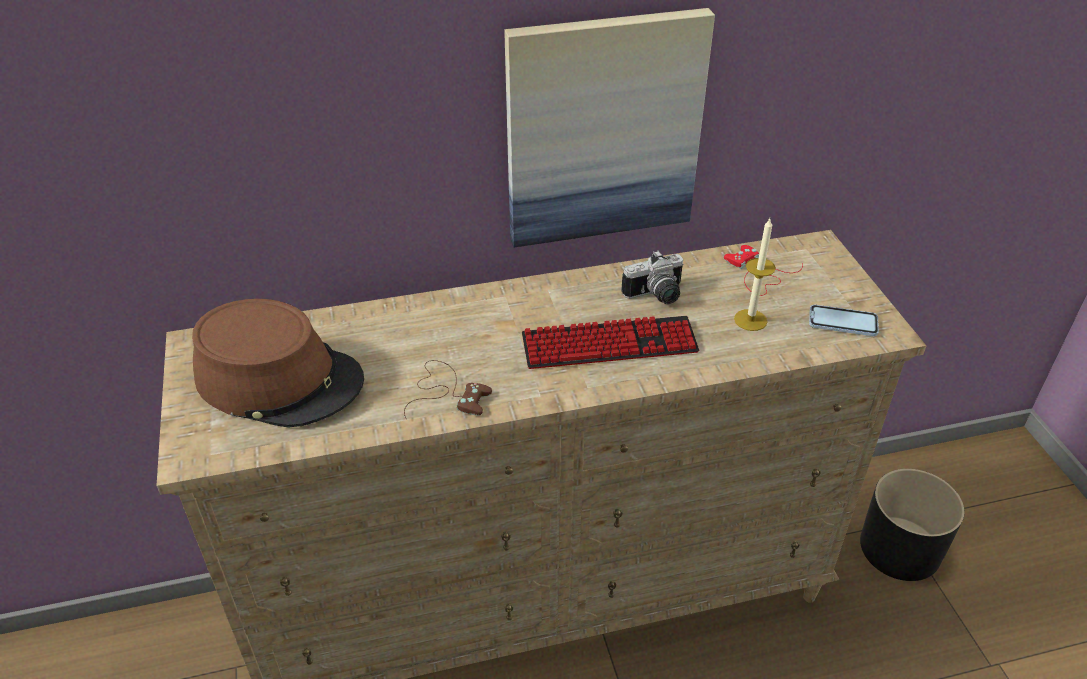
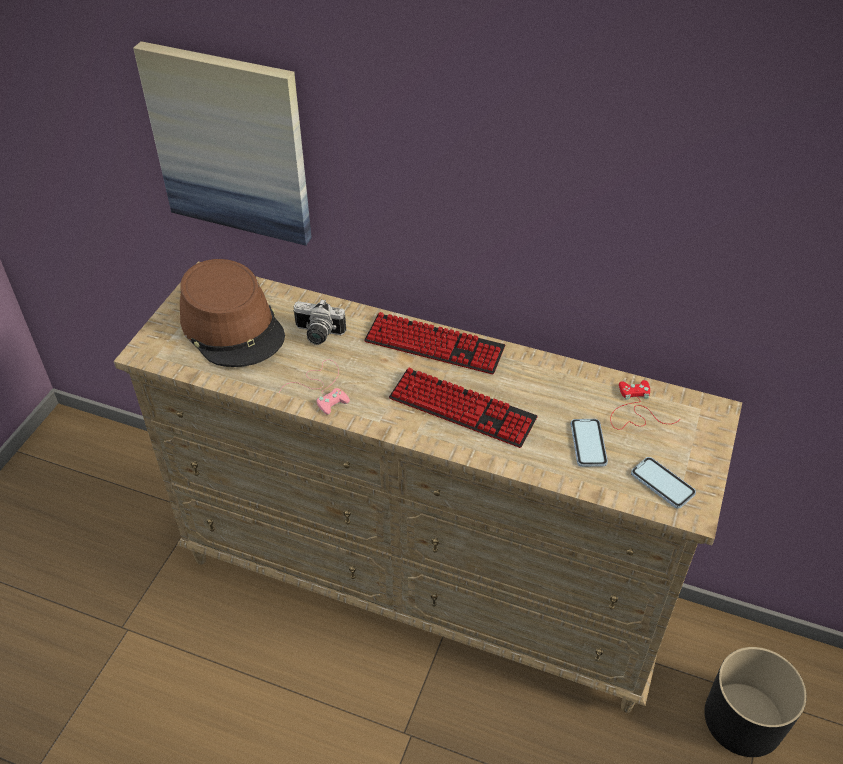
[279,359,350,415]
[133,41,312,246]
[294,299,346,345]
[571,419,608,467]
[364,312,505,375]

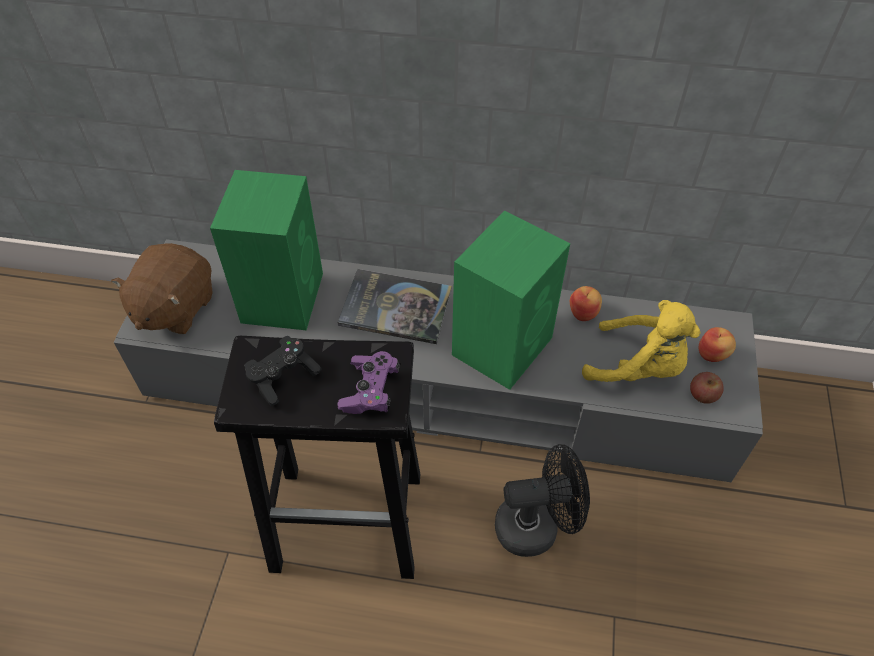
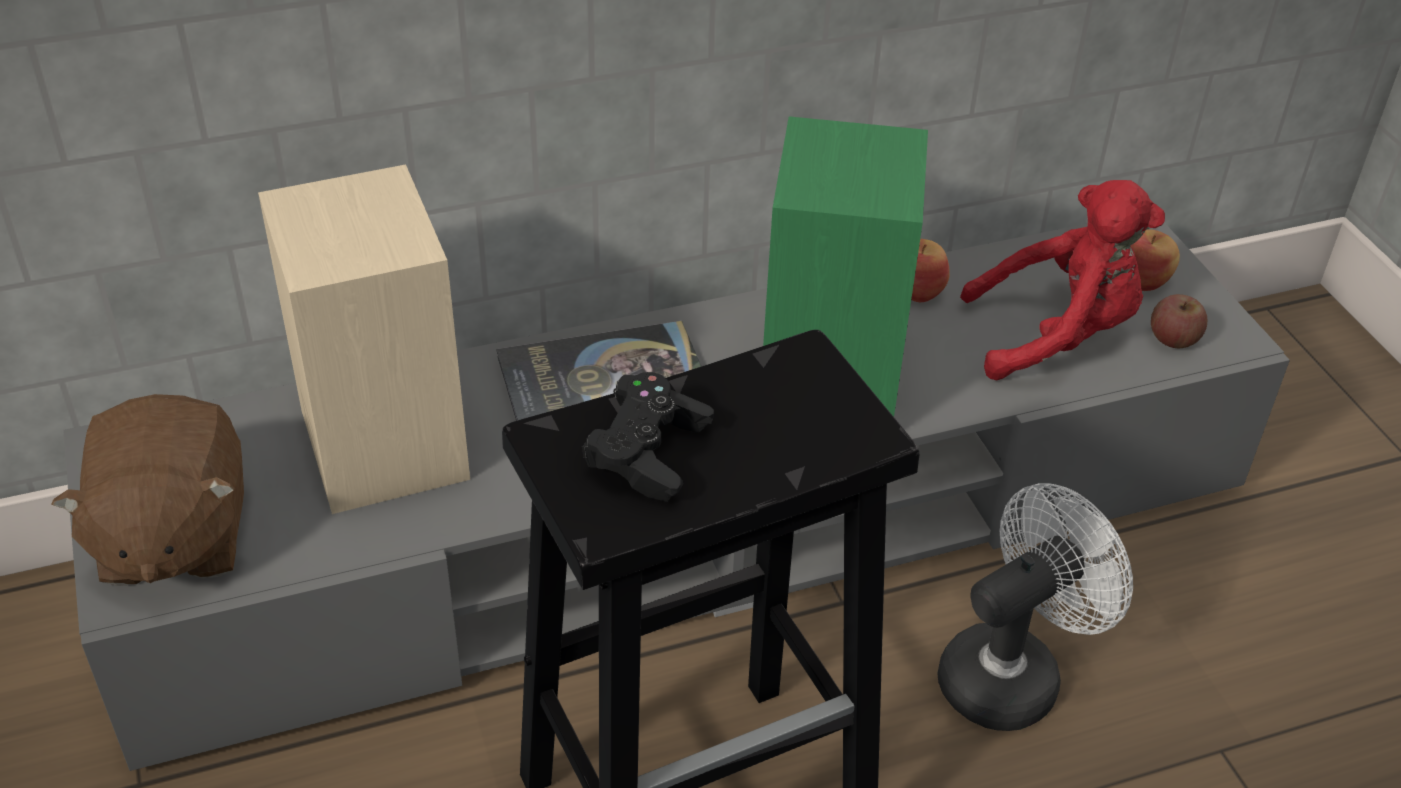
[258,164,470,514]
[337,351,401,414] (first image)
[937,483,1133,731]
[960,180,1165,380]

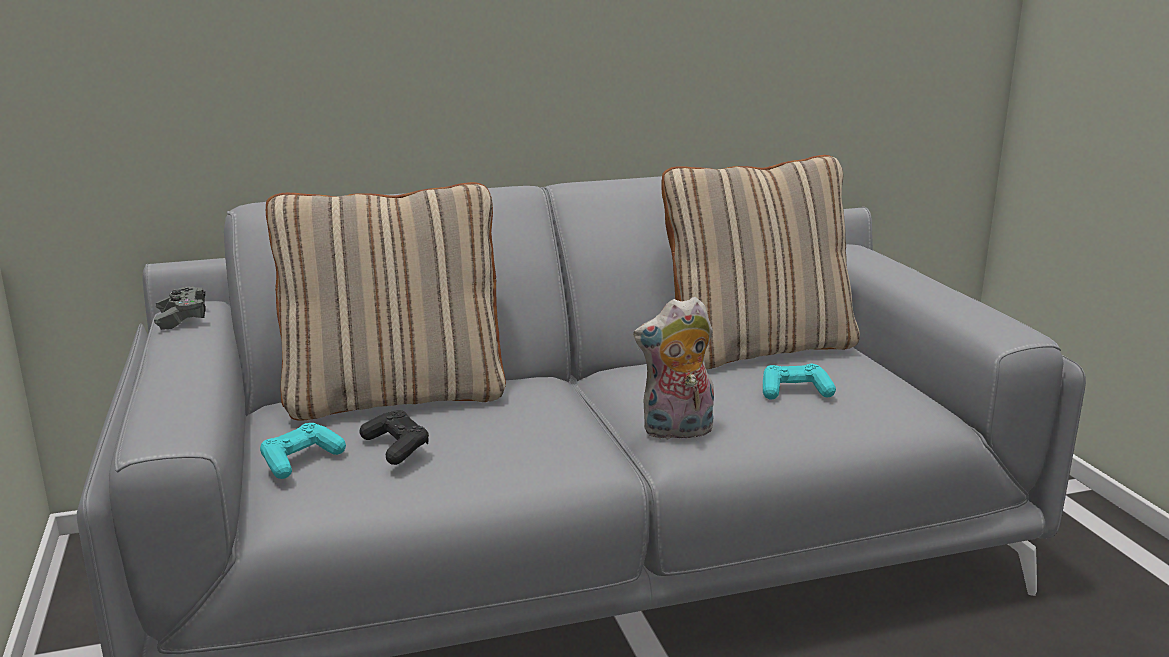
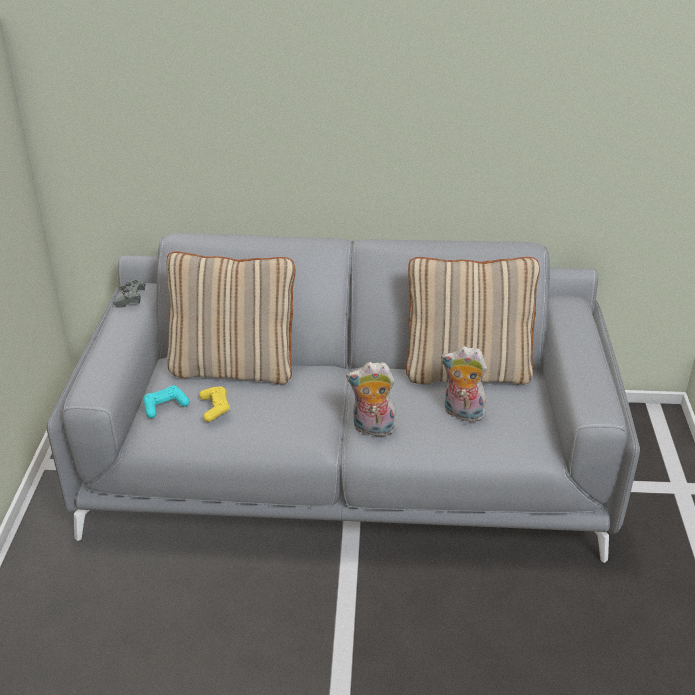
[199,386,230,422]
[441,346,487,424]

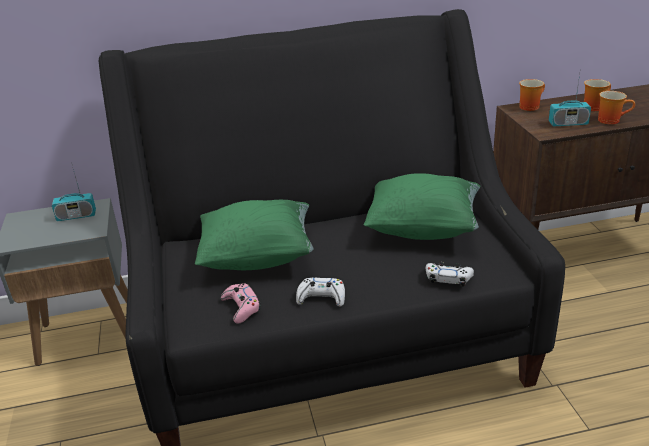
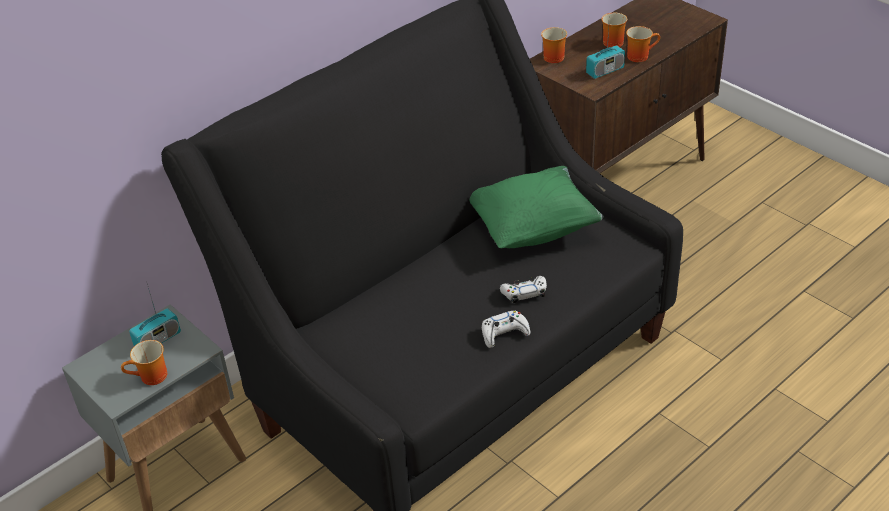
[195,200,314,270] (first image)
[221,283,261,324] (first image)
[500,276,547,303]
[121,340,167,385]

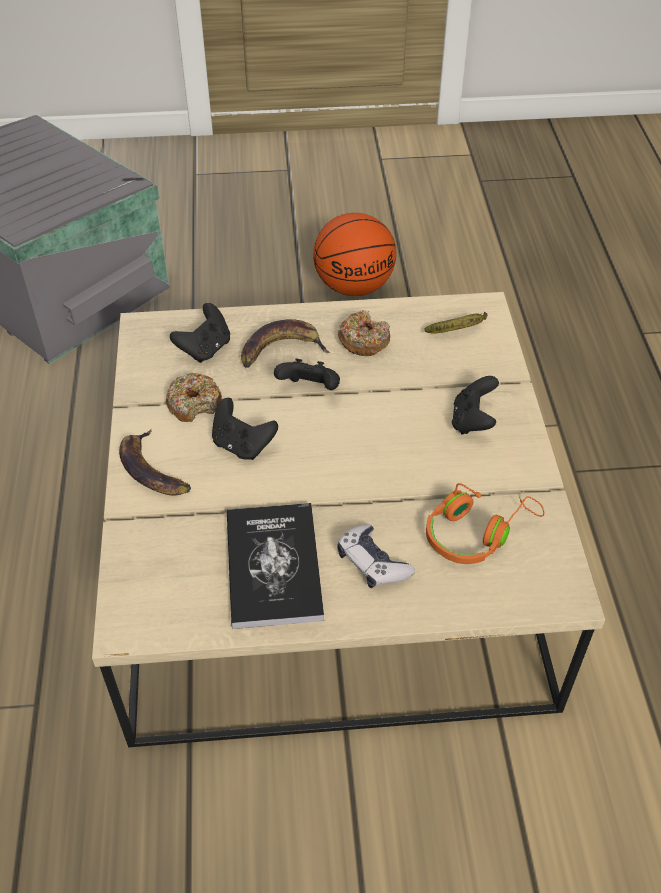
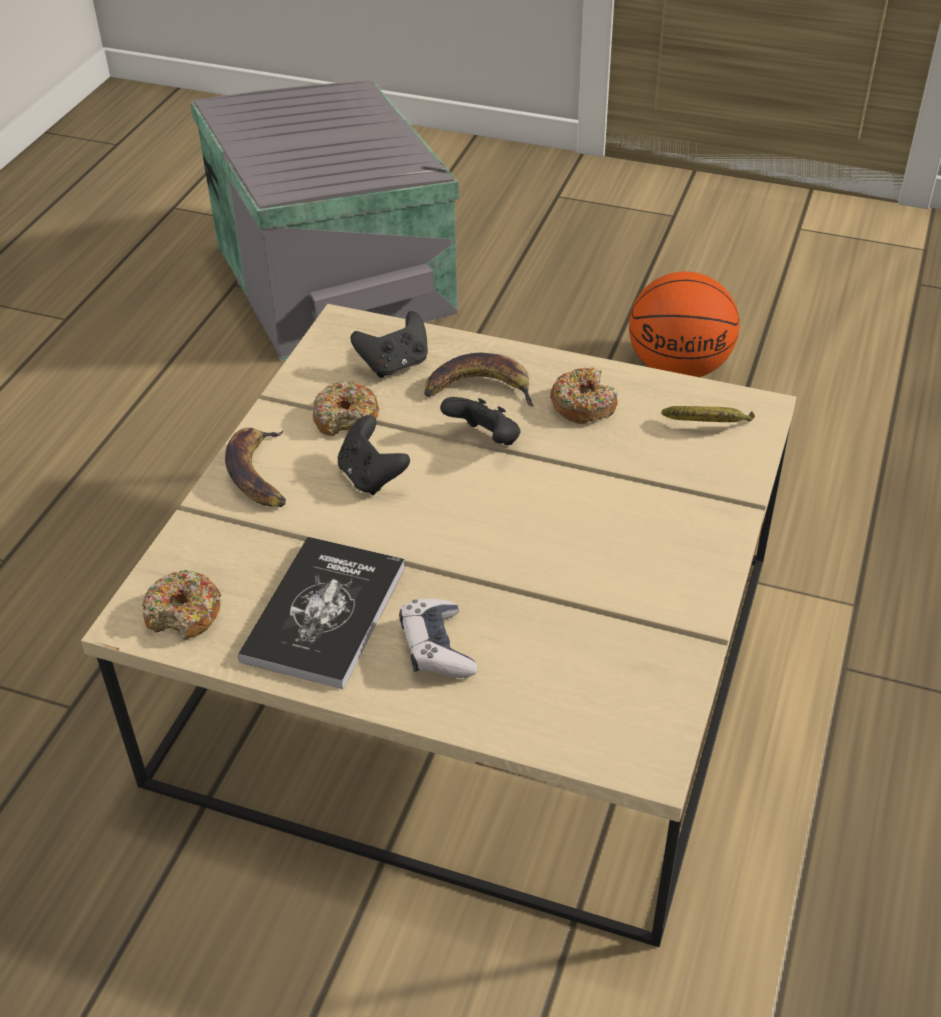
[426,483,545,564] (first image)
[452,376,499,435] (first image)
[142,570,221,640]

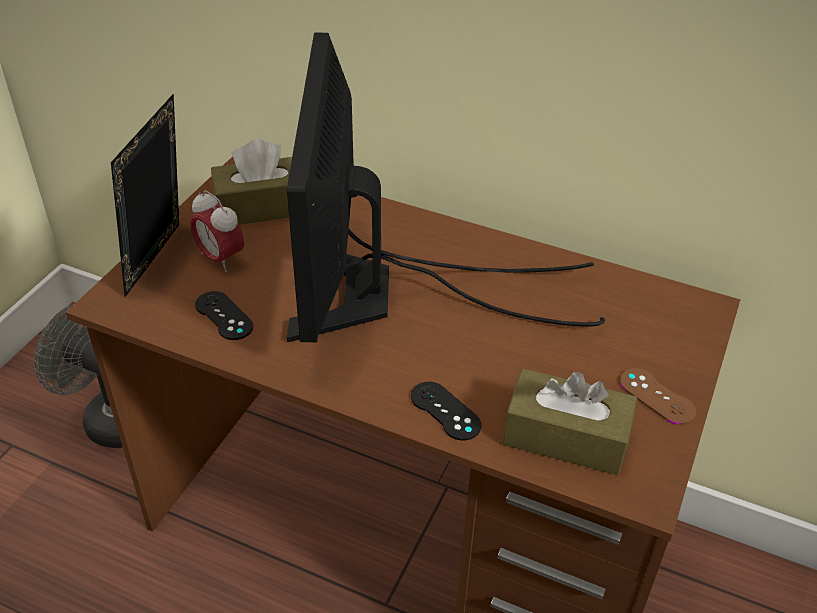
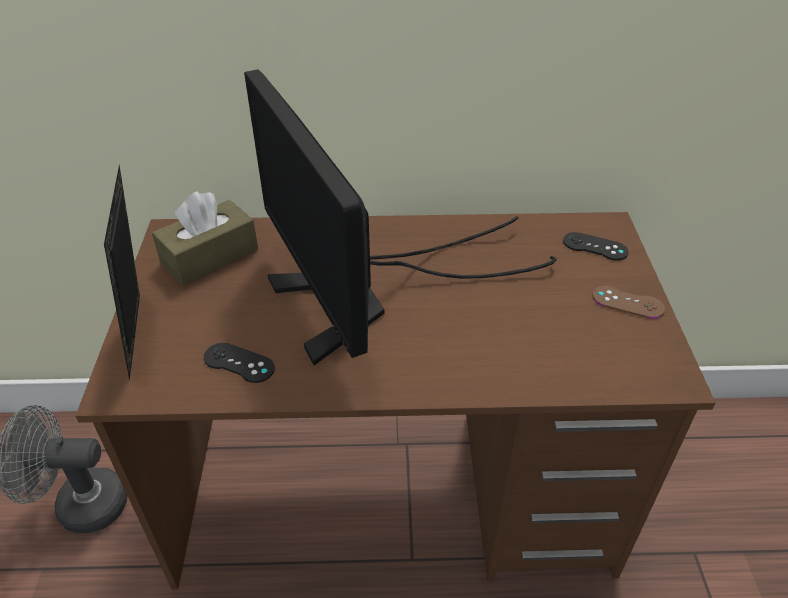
[190,190,244,272] (first image)
[563,232,629,260]
[503,369,637,475] (first image)

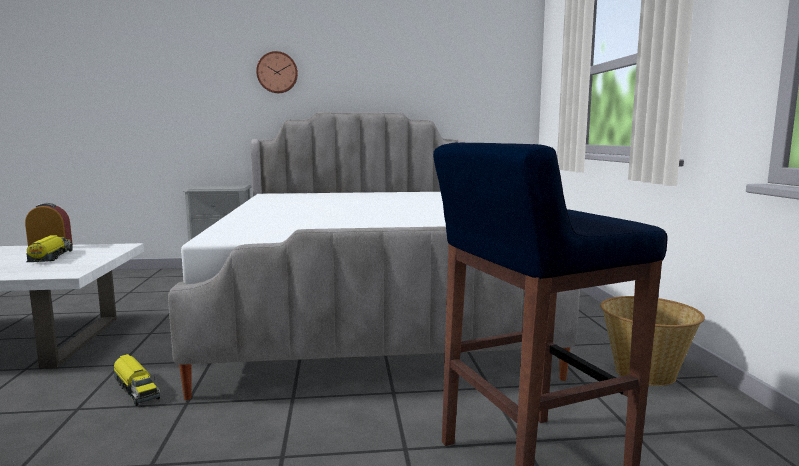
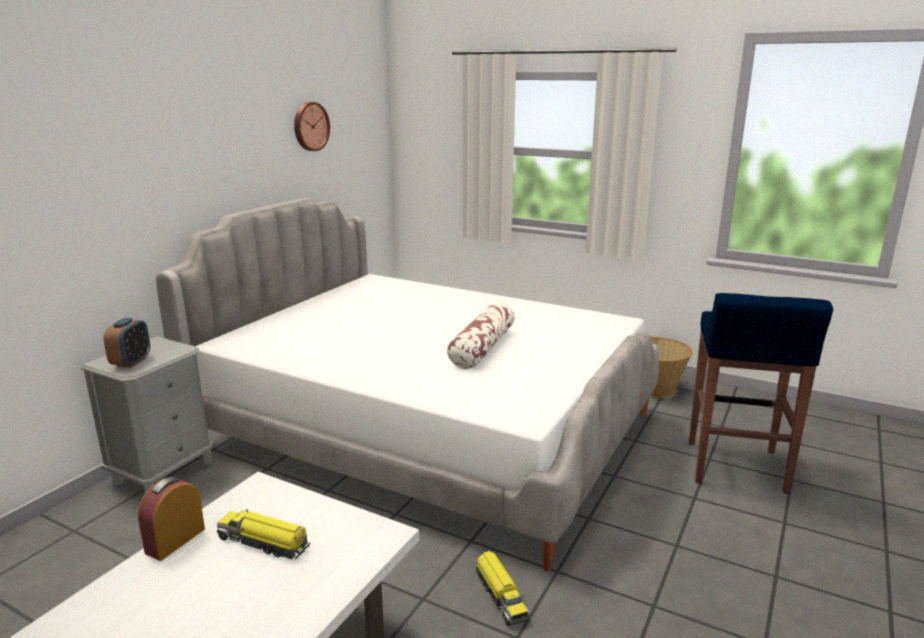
[476,551,530,626]
[294,102,330,151]
[104,318,150,368]
[447,302,515,369]

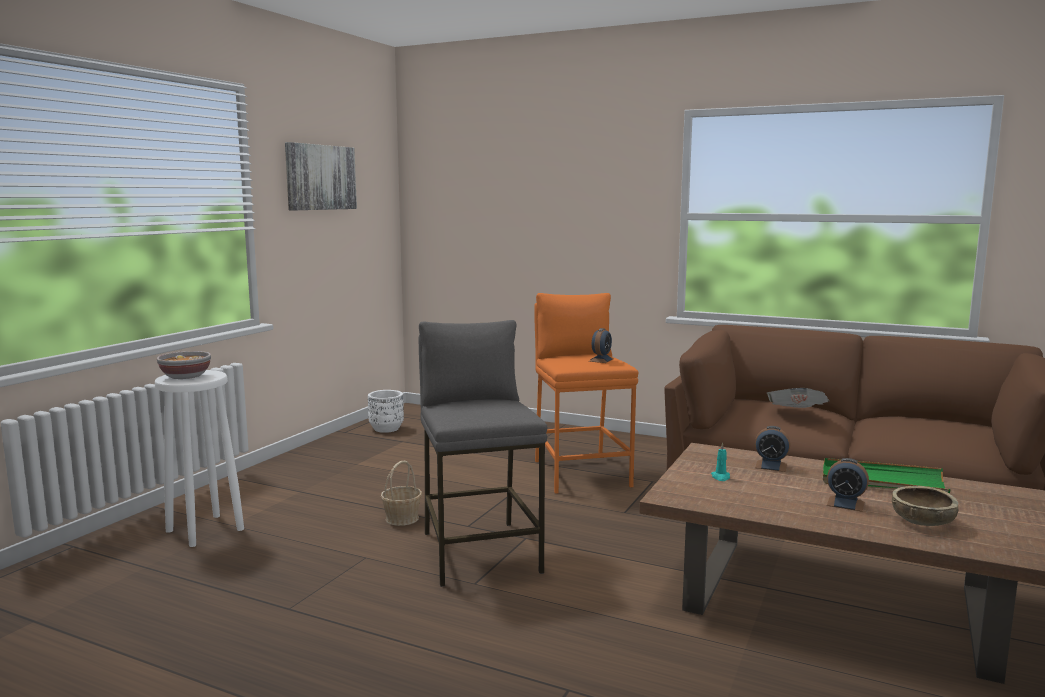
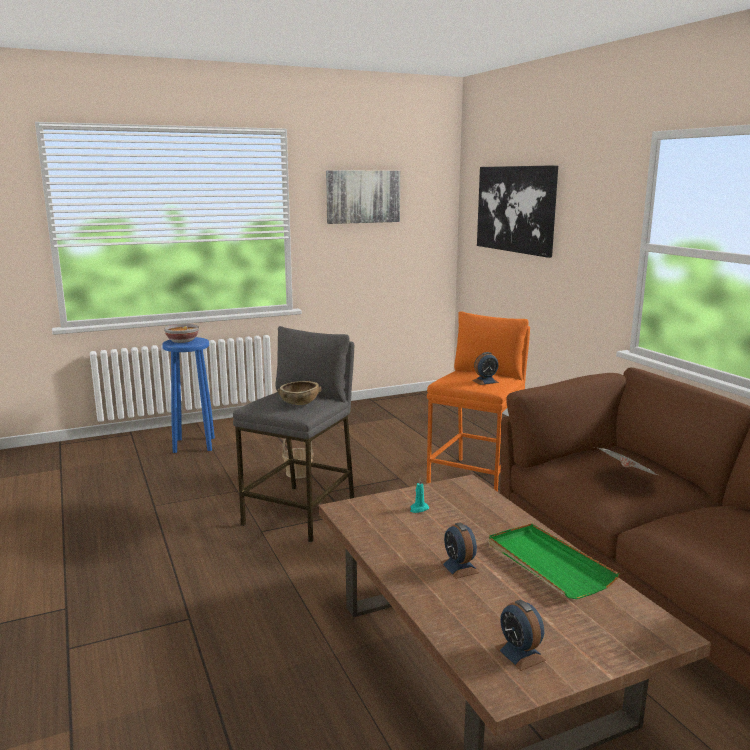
[162,337,215,453]
[368,390,404,433] (first image)
[495,600,546,671]
[278,381,321,405]
[477,165,558,258]

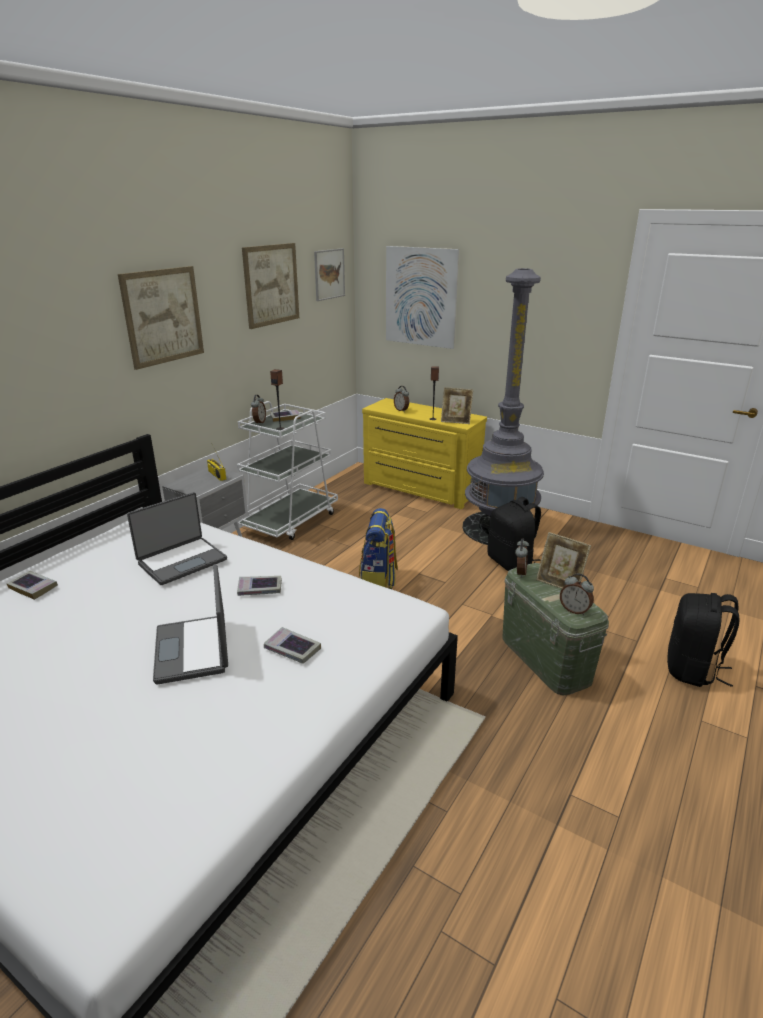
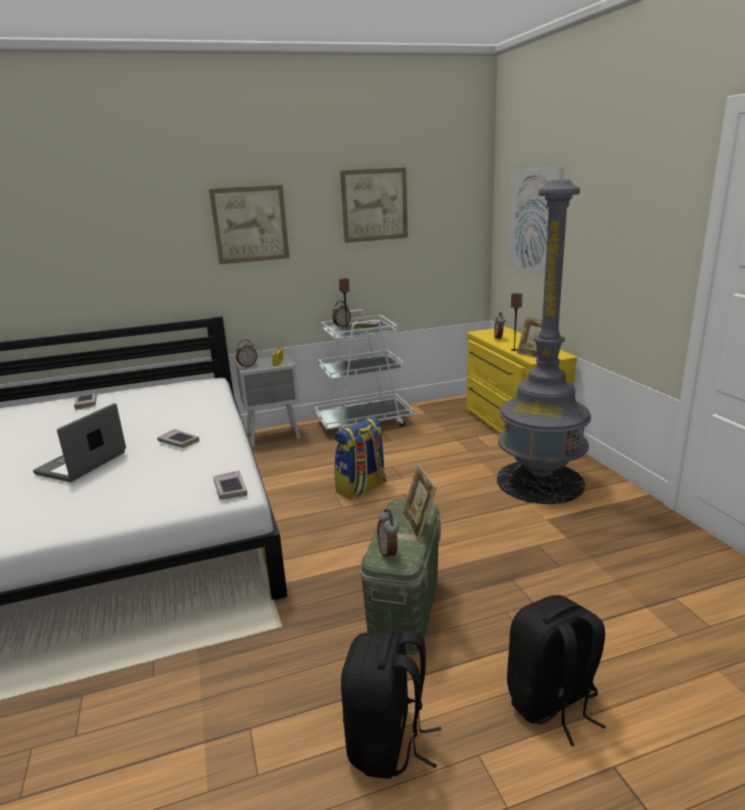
[127,492,227,585] (first image)
[213,470,247,500]
[314,248,345,301] (first image)
[341,631,441,779]
[236,340,257,368]

